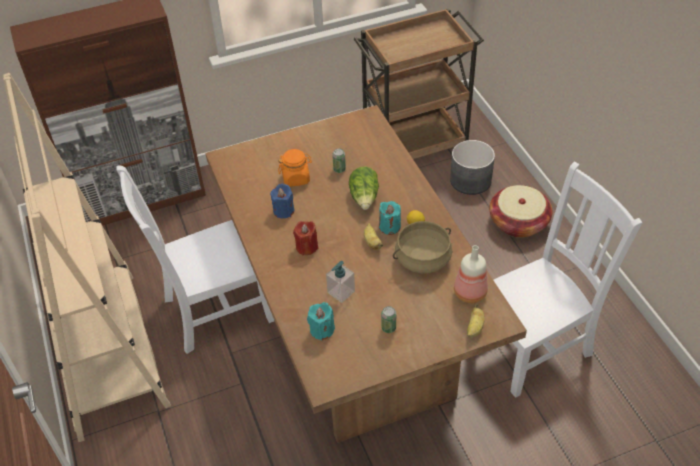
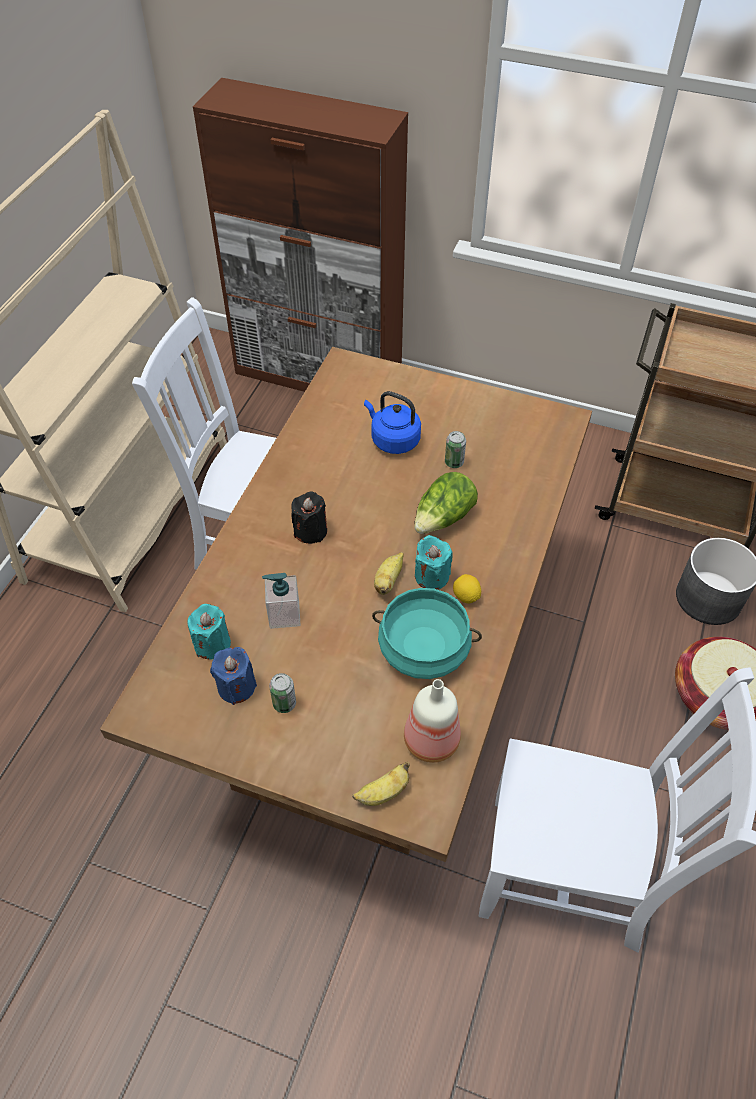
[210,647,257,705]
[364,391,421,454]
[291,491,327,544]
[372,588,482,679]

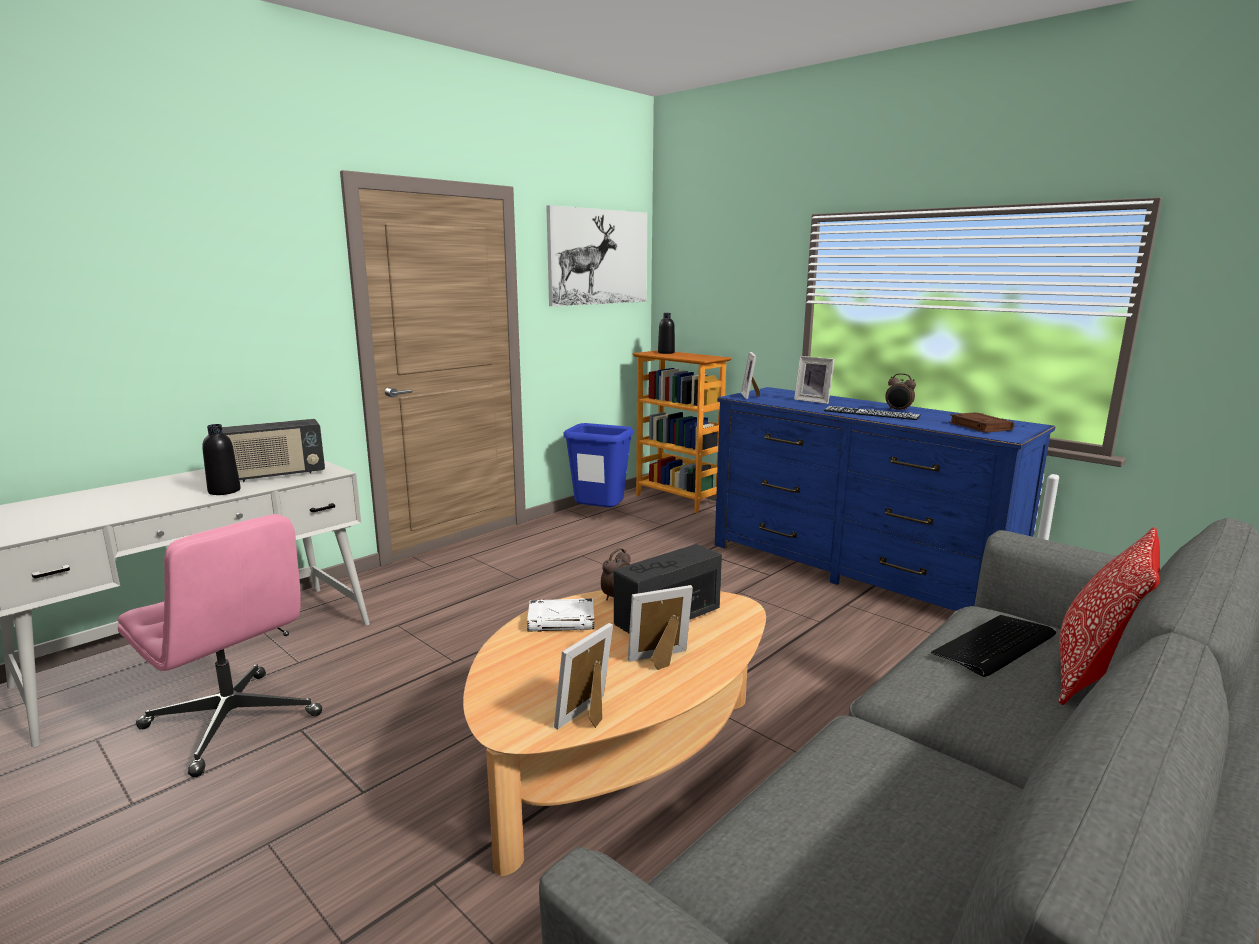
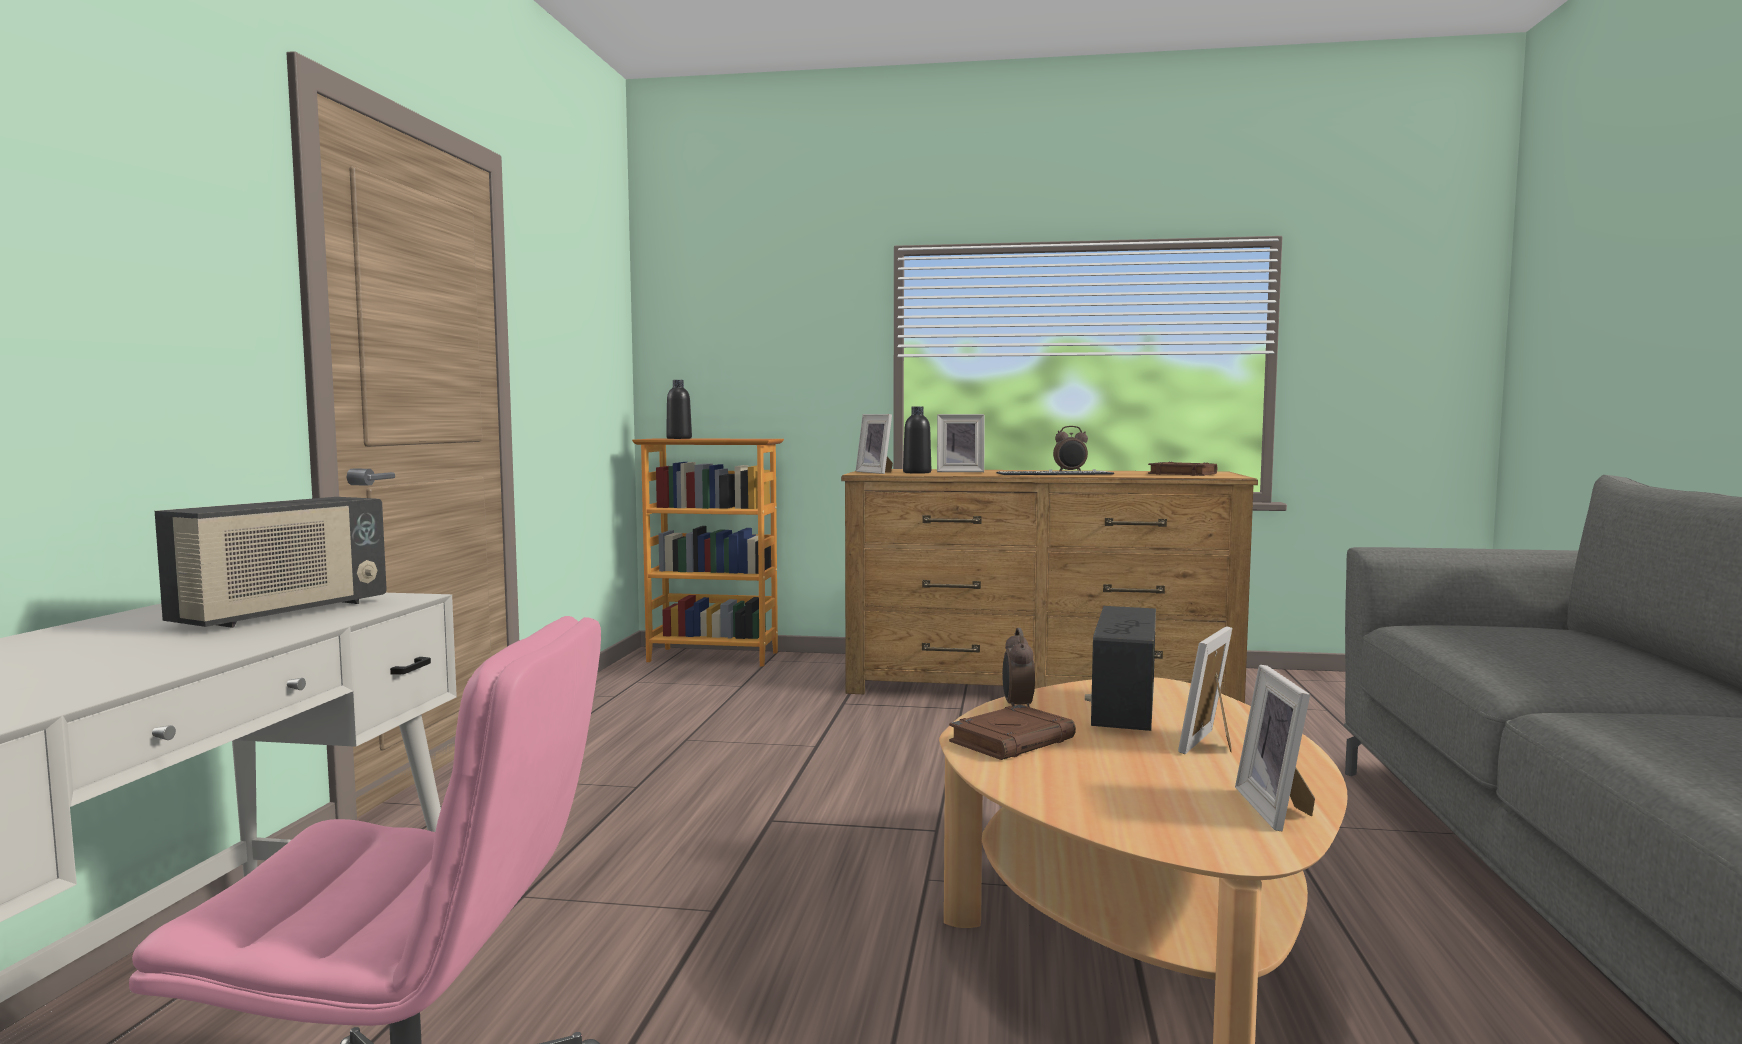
[903,406,931,474]
[949,704,1076,760]
[546,205,647,306] (first image)
[563,423,633,507] (first image)
[841,469,1258,703]
[931,615,1056,677] (first image)
[1059,527,1160,705] (first image)

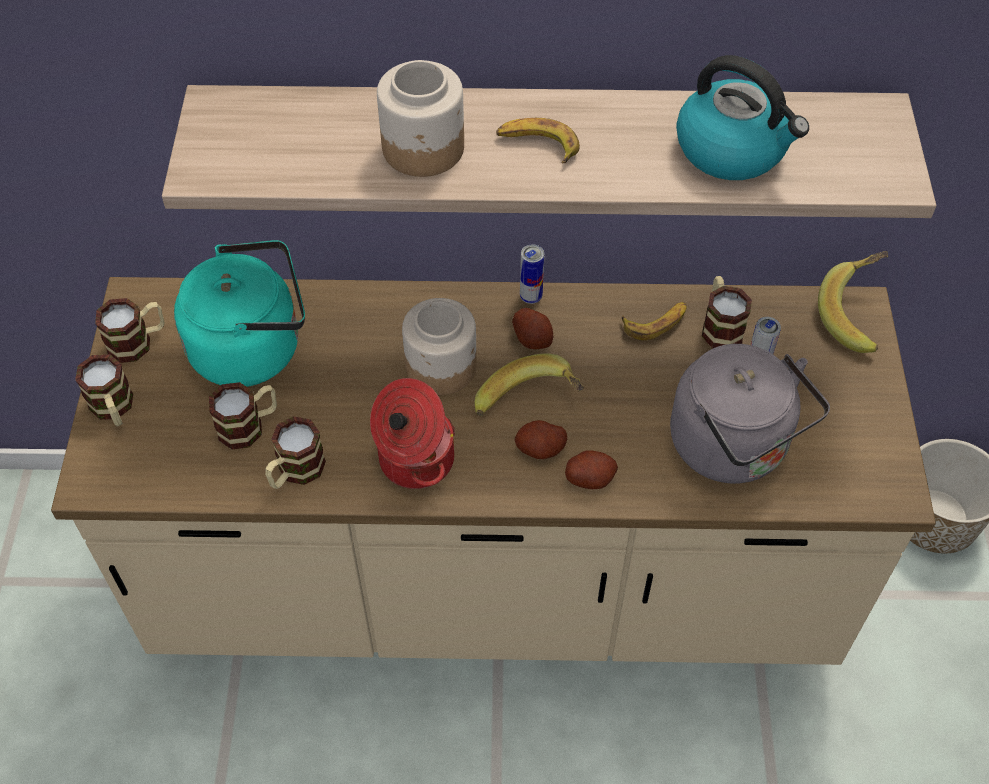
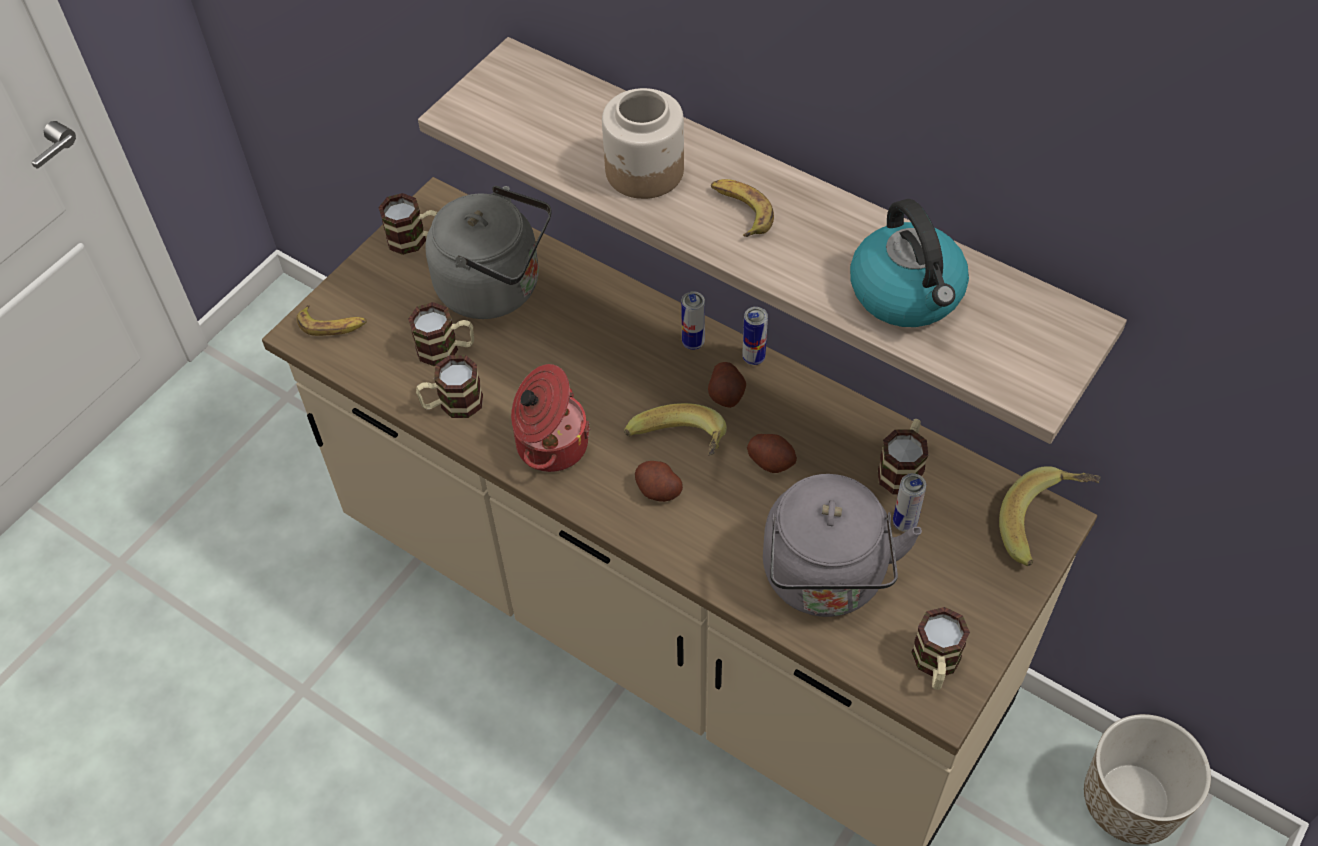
[911,607,970,690]
[425,186,551,319]
[402,298,477,395] (first image)
[747,434,797,473]
[297,305,367,336]
[681,291,705,350]

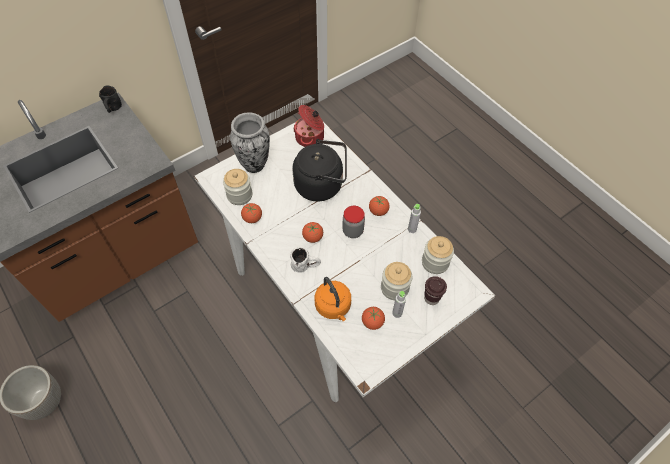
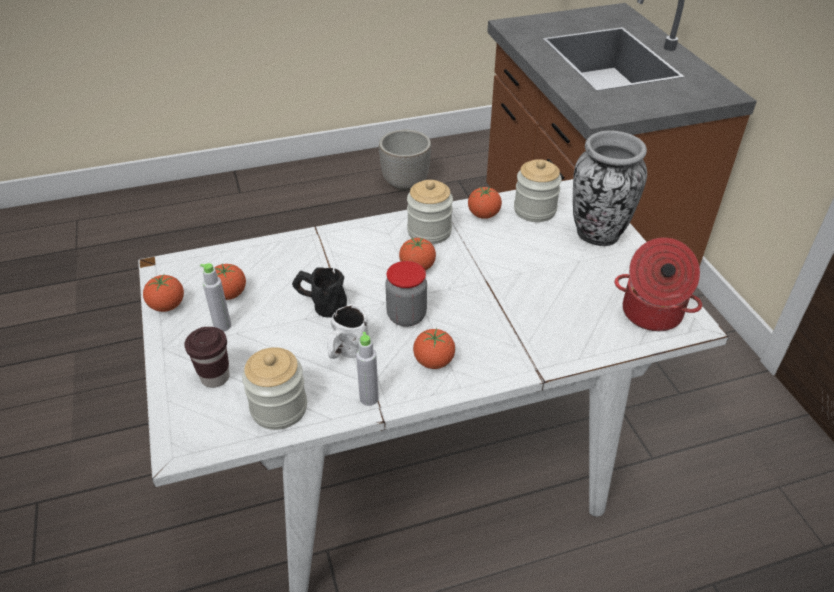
[292,267,347,318]
[327,304,369,359]
[292,139,347,202] (first image)
[315,277,351,321] (first image)
[407,180,453,244]
[143,275,184,312]

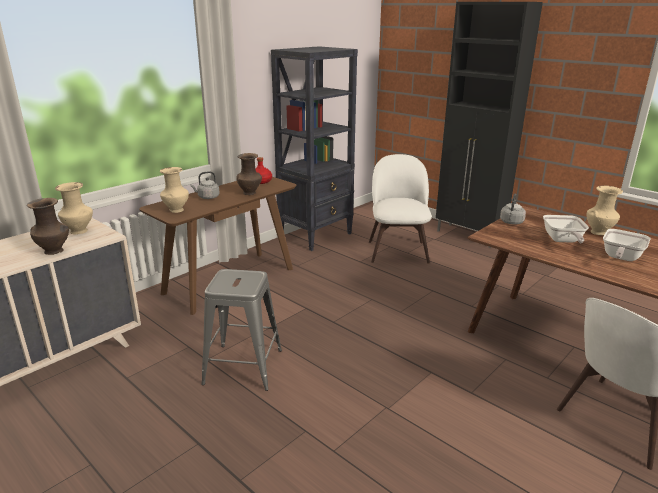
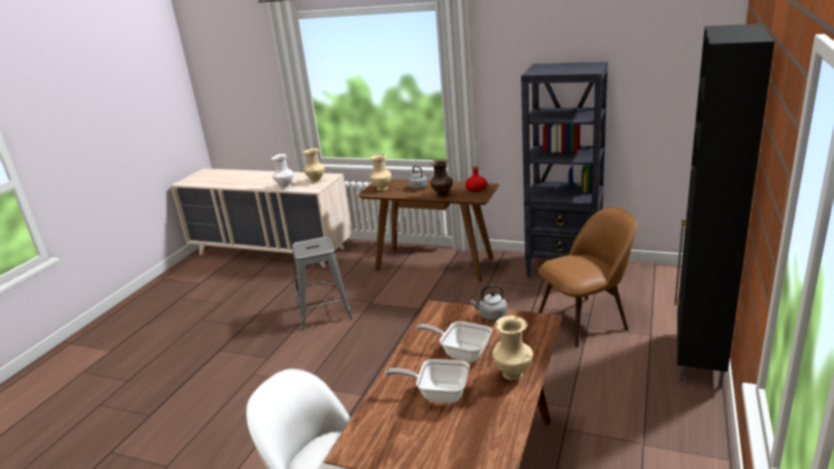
[271,154,294,189]
[538,207,637,348]
[416,321,492,362]

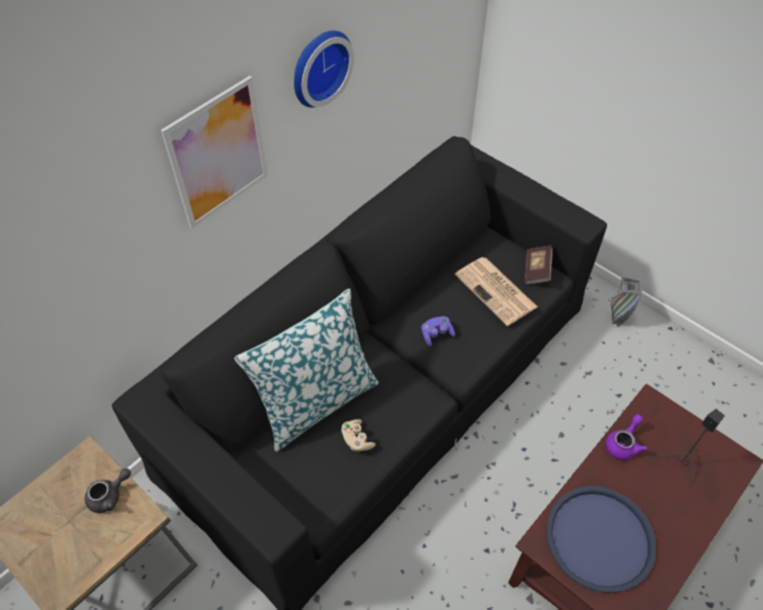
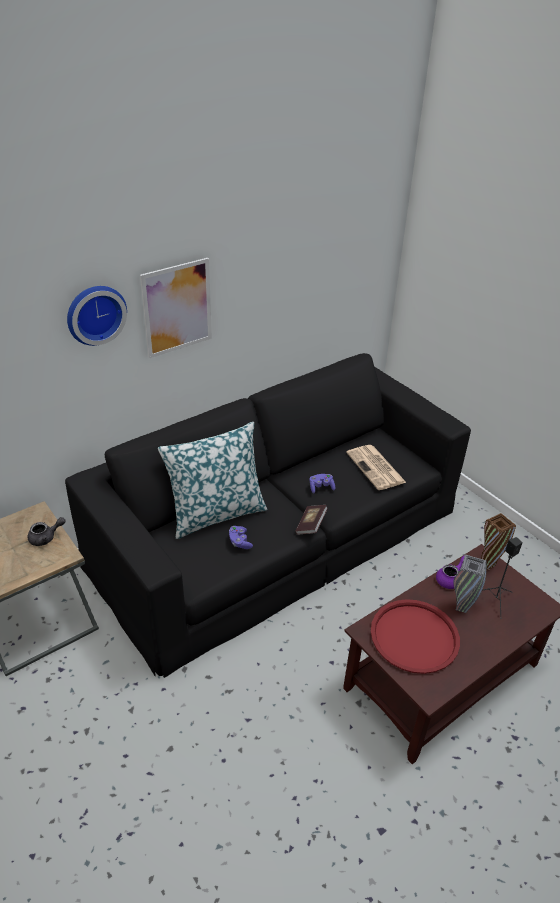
[67,286,127,346]
[229,526,253,549]
[295,505,328,535]
[371,599,460,674]
[454,555,487,613]
[481,513,516,570]

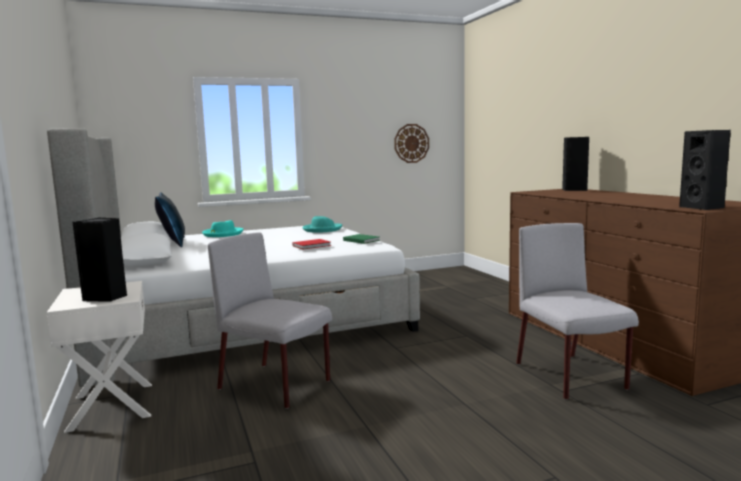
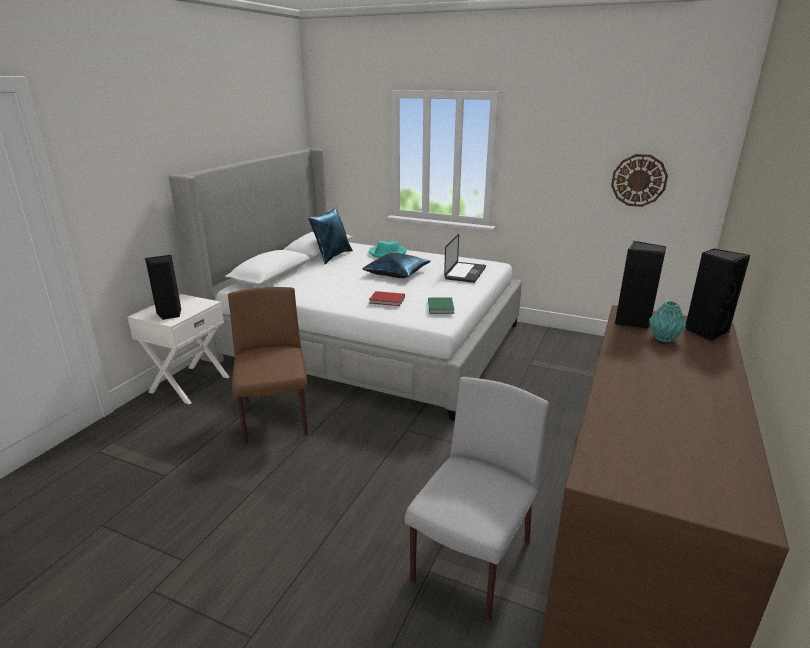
[228,287,308,445]
[444,234,486,283]
[615,241,666,329]
[363,253,430,278]
[649,301,686,342]

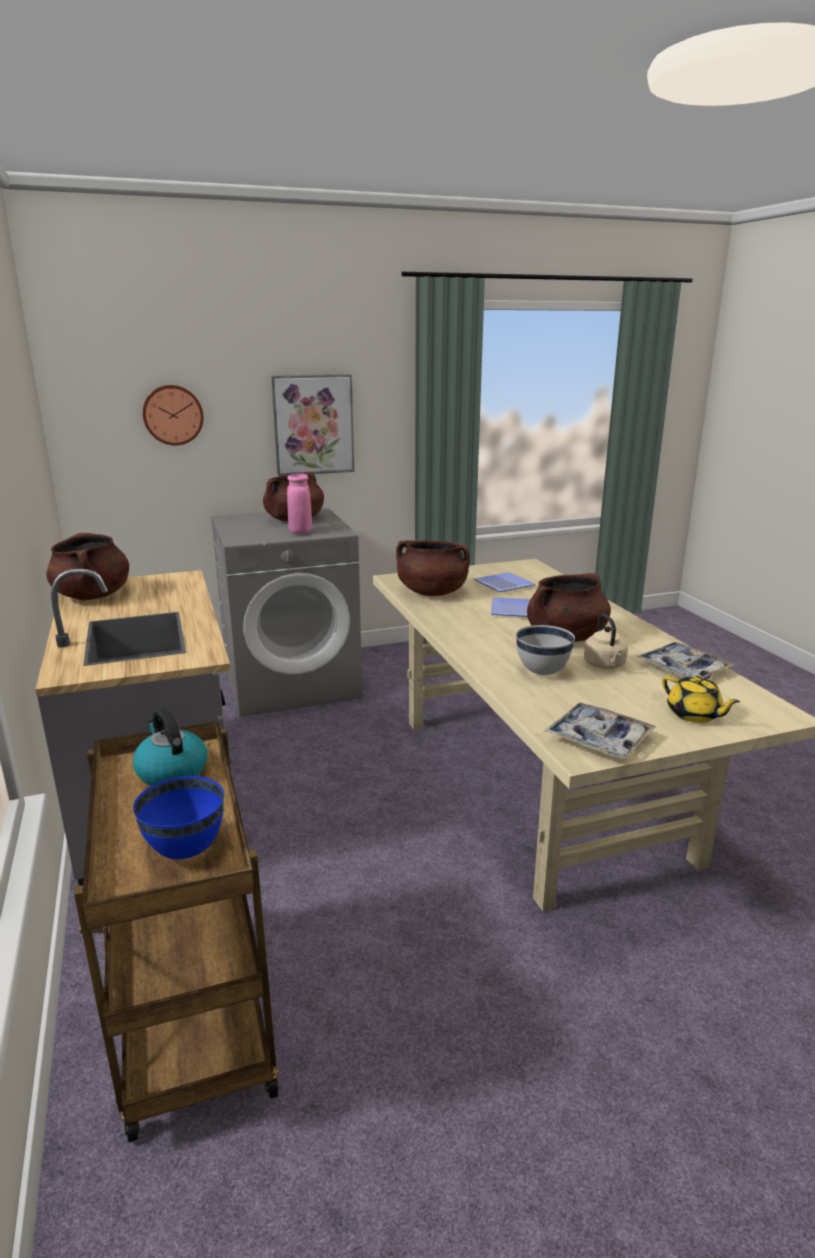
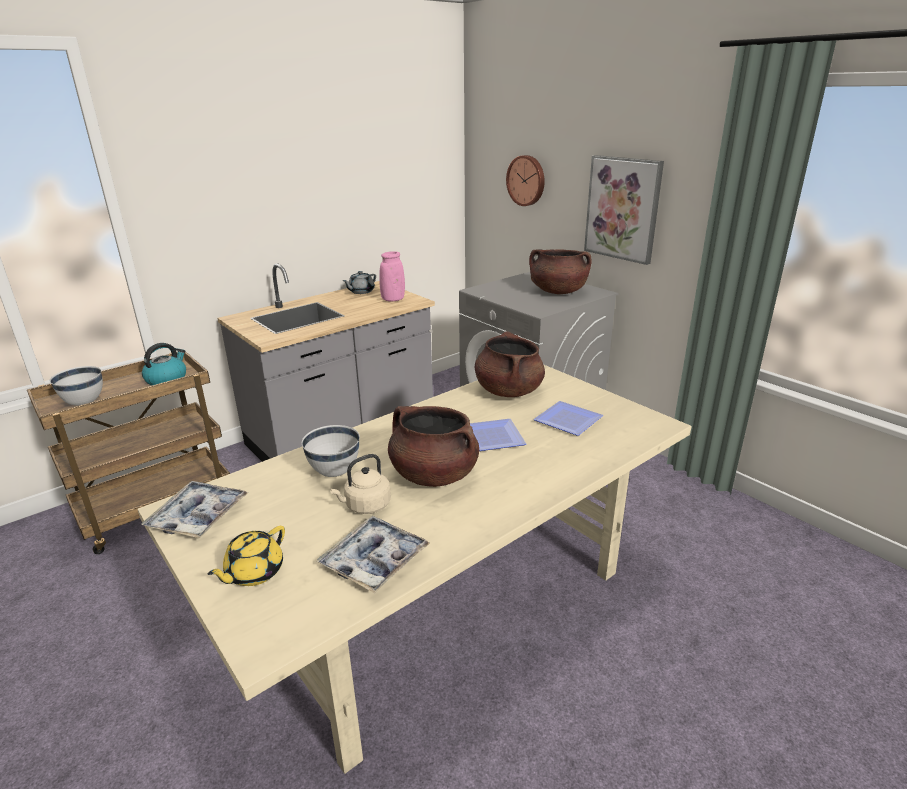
[343,271,376,294]
[49,366,103,406]
[380,251,405,301]

